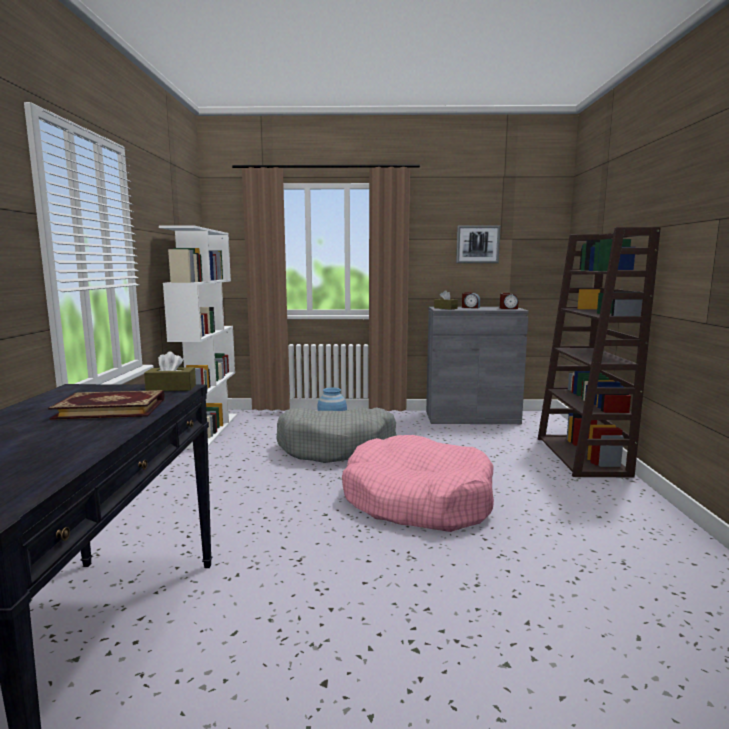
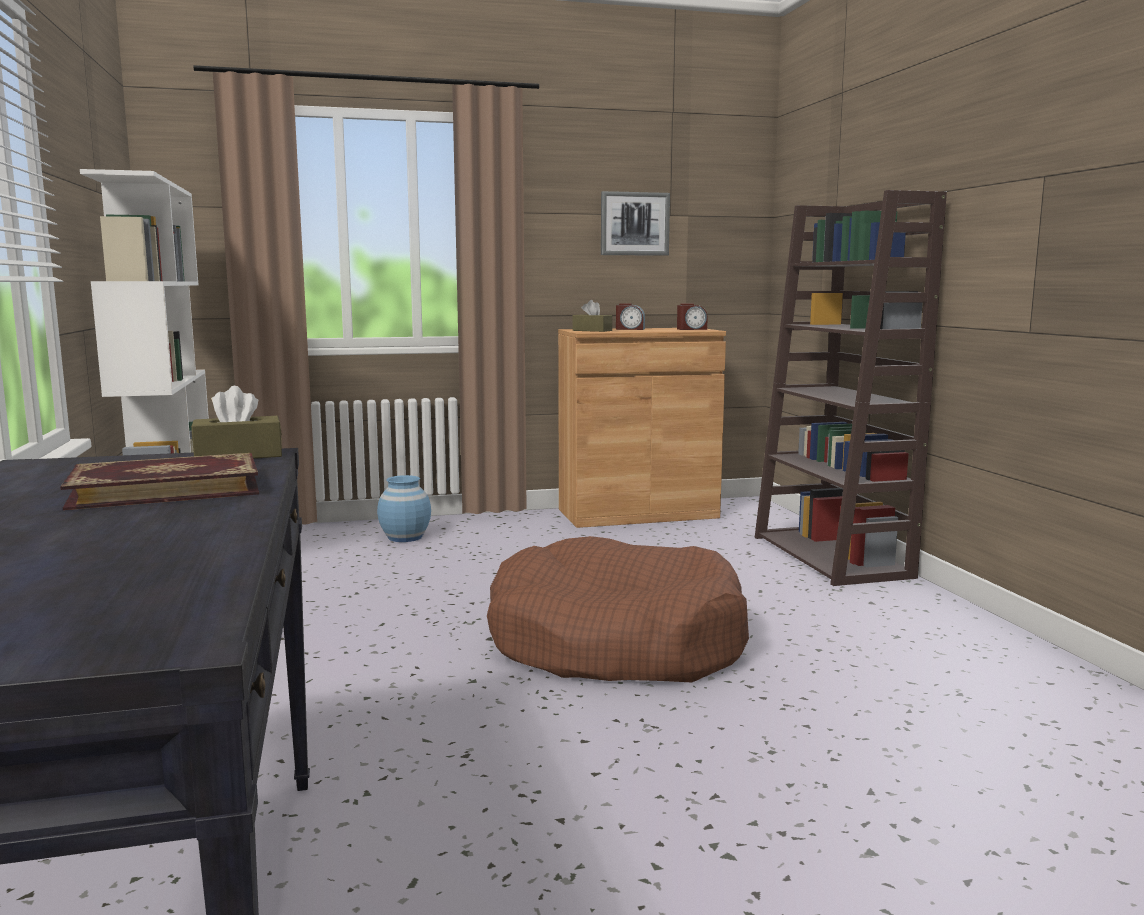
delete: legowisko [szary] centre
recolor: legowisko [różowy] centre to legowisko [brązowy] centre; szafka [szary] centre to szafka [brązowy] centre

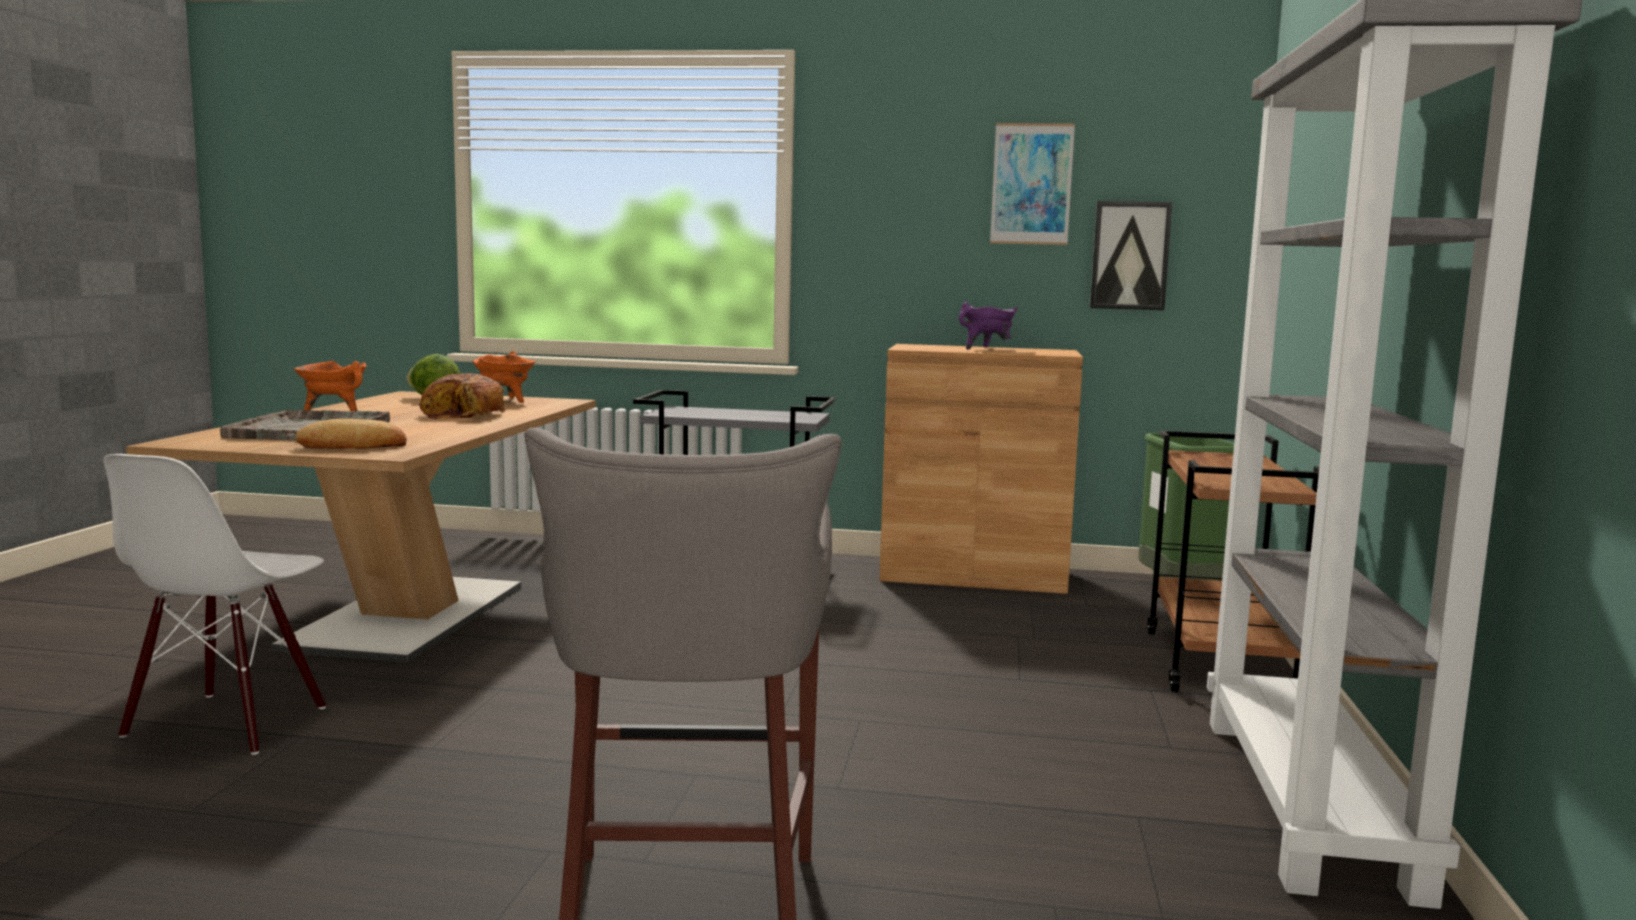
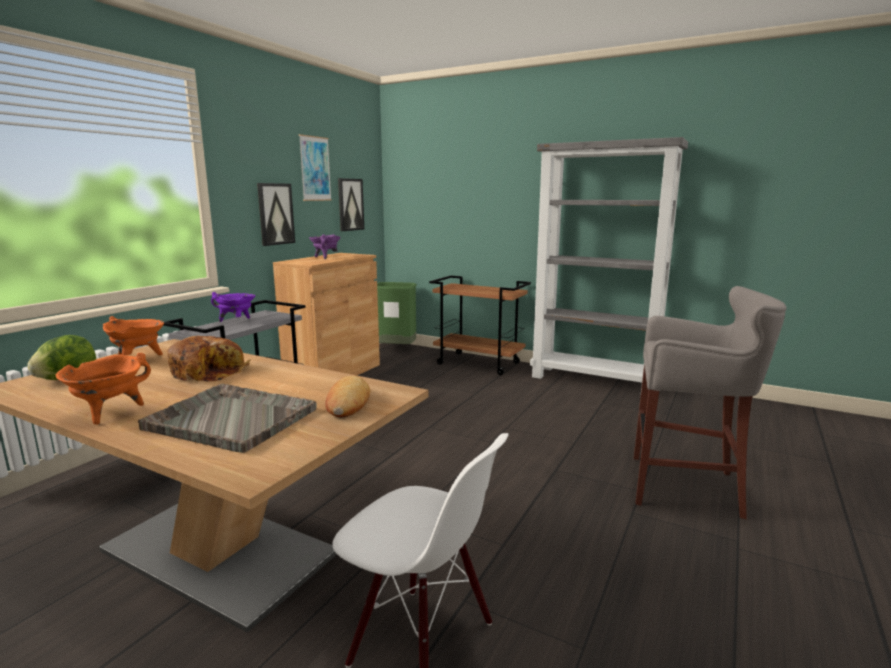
insert: garnek [fioletowy] (1st from left) middle left; obraz (1st from left) top left

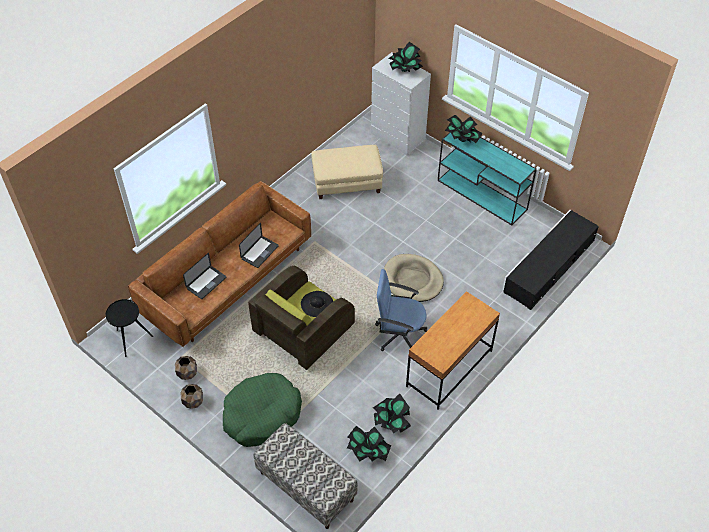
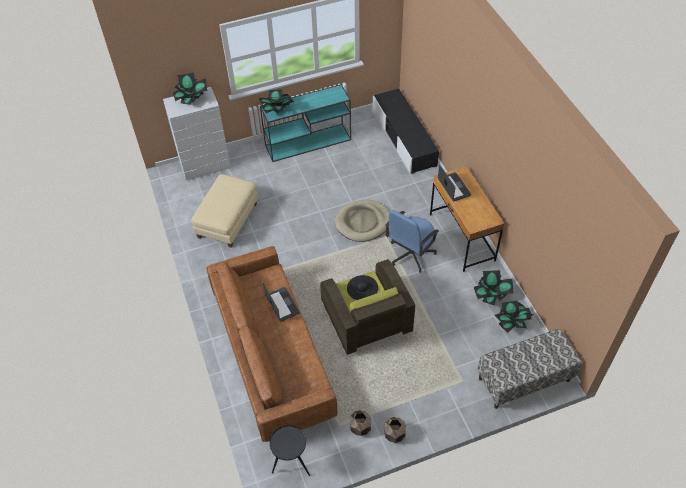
delete: legowisko [zielony] bottom centre
move: laptop (1st from left in the first image) middle left to laptop (2nd from left) centre

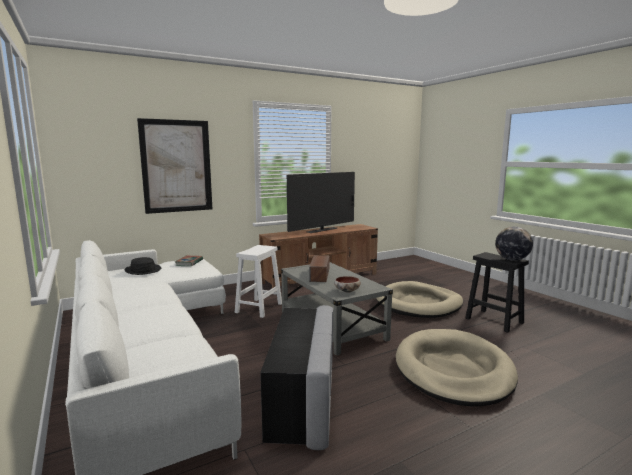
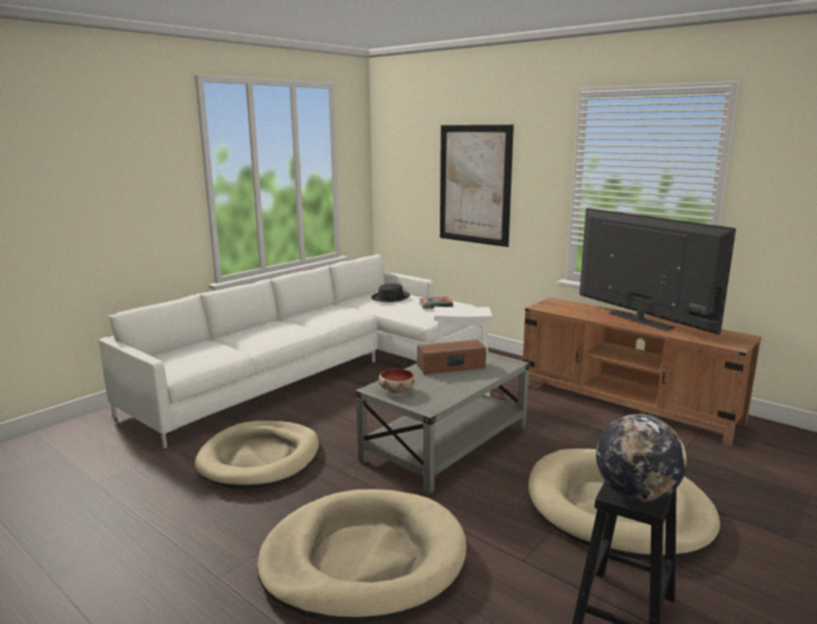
replace: pufa [szary] bottom centre to legowisko [beżowy] (1st from left) bottom left
rotate: telewizor centre = middle right 150 degrees counterclockwise

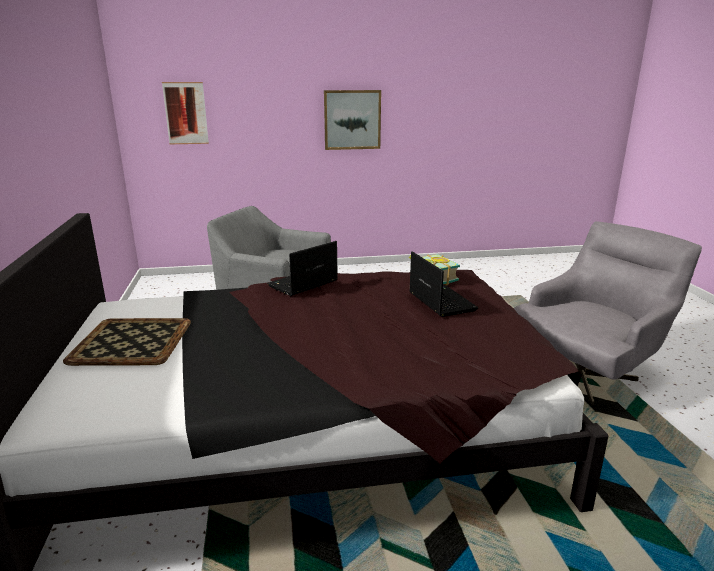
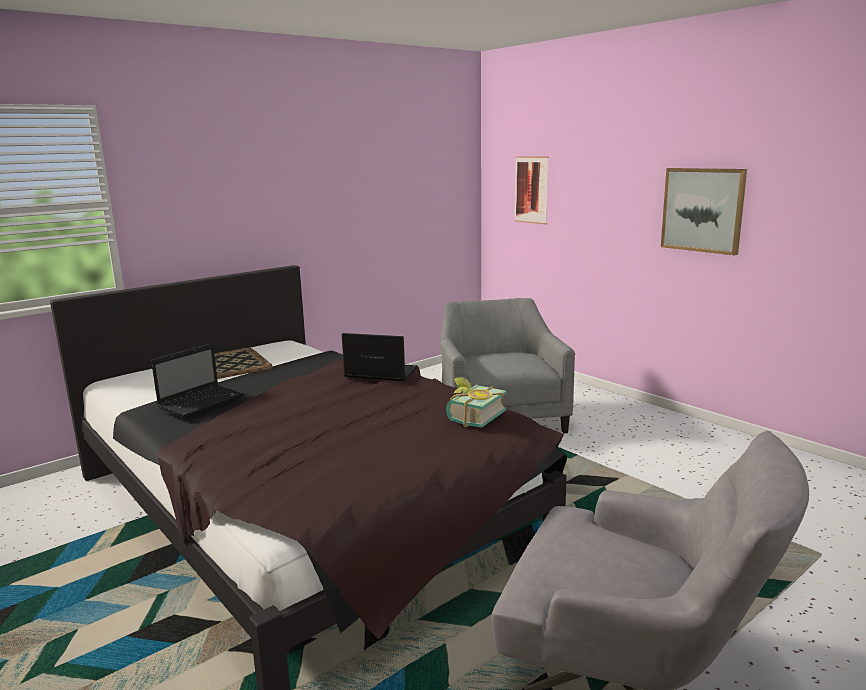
move: laptop (2nd from left in the first image) centre to laptop (1st from left) middle left

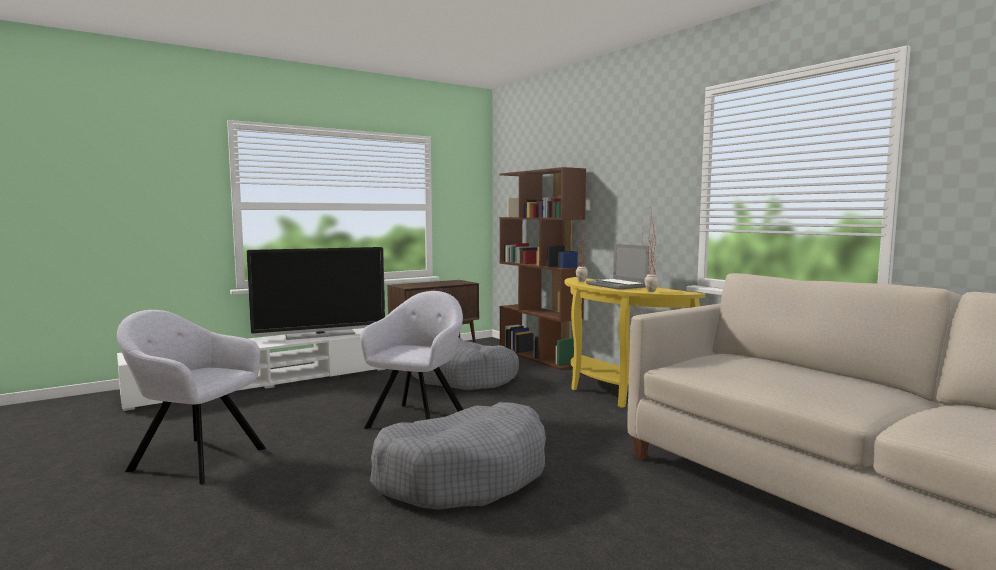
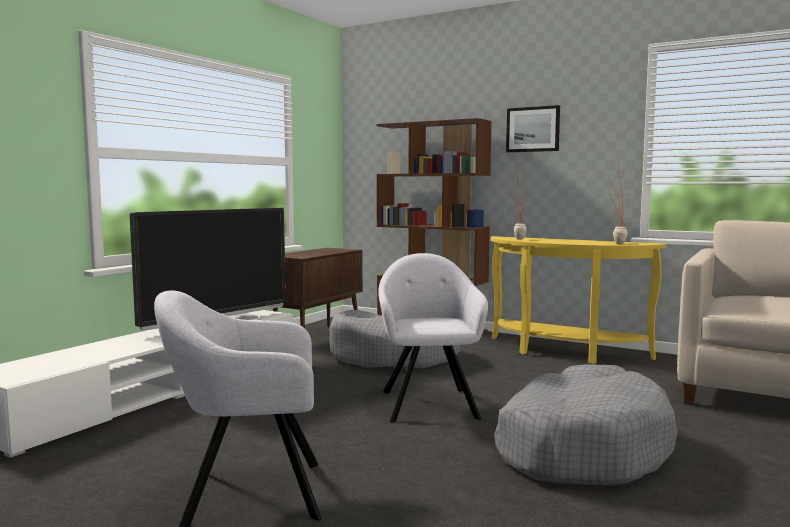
delete: laptop centre
insert: obraz top right

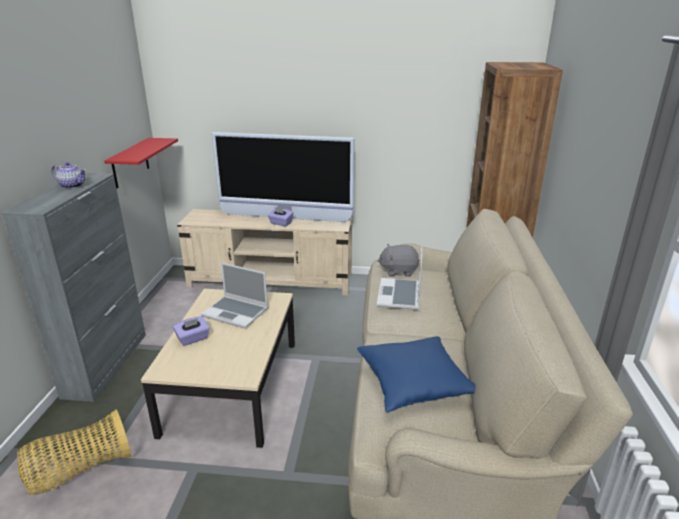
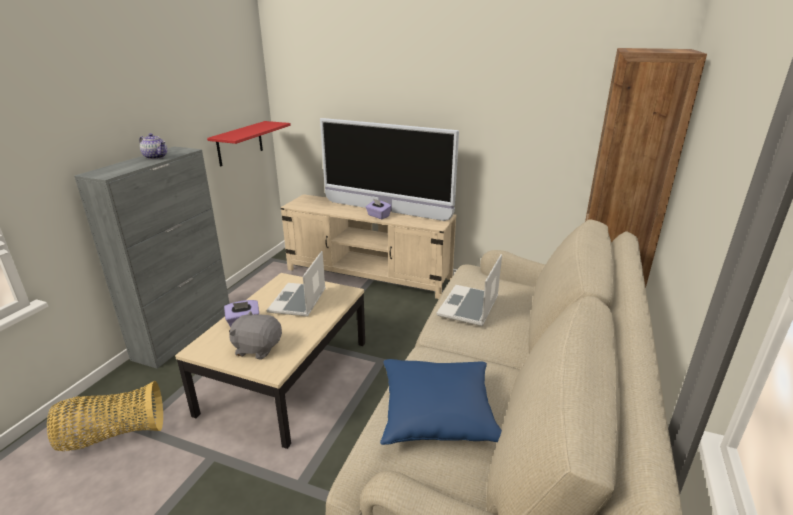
move: pluszak [szary] centre to middle left
rotate: laptop (1st from left) centre = centre 60 degrees clockwise

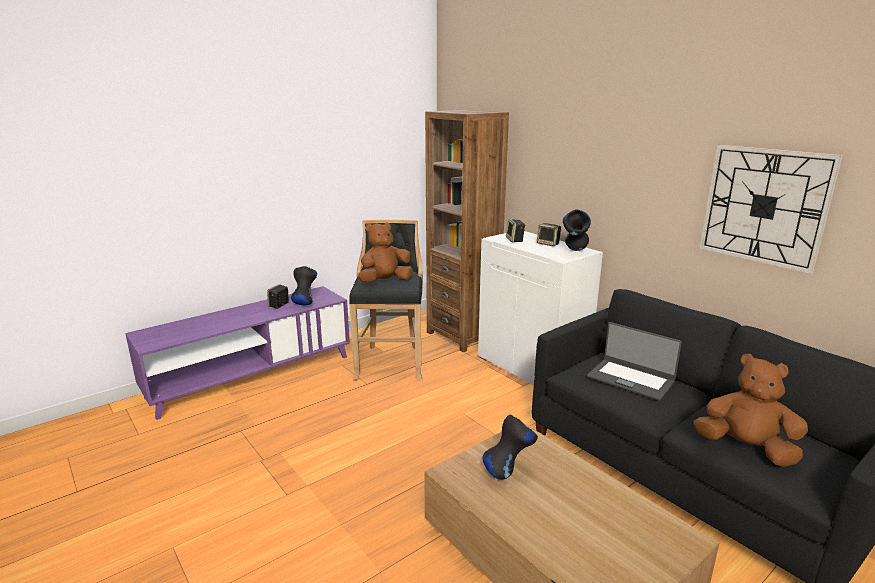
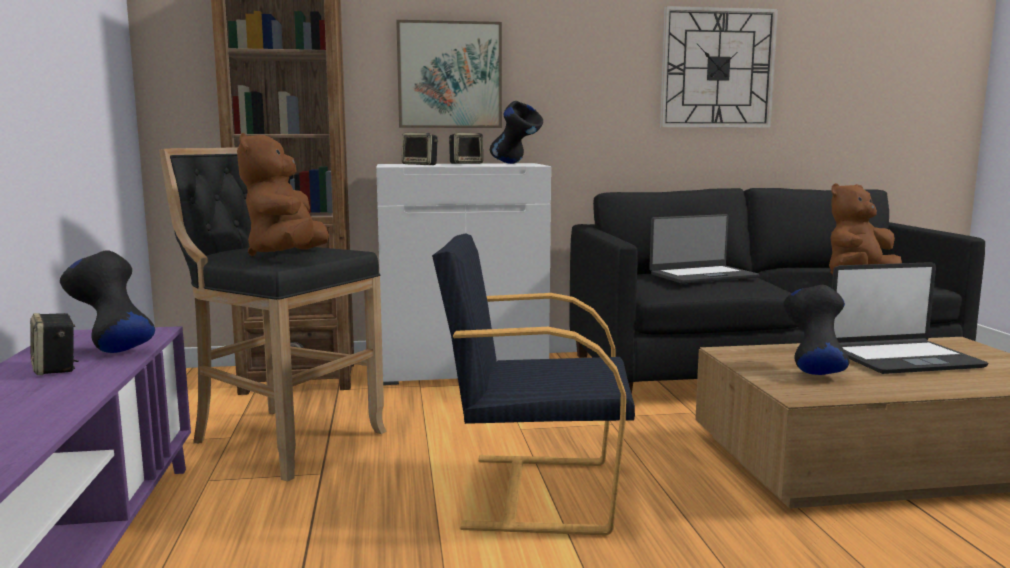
insert: obraz top centre; fotel [czarny] bottom centre; laptop (2nd from left) middle right

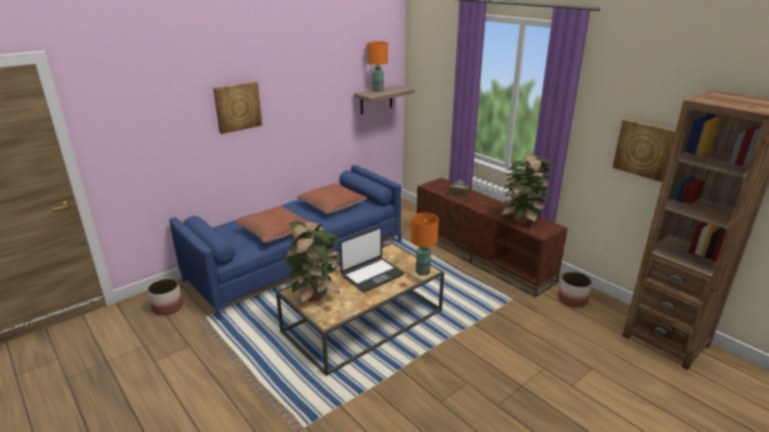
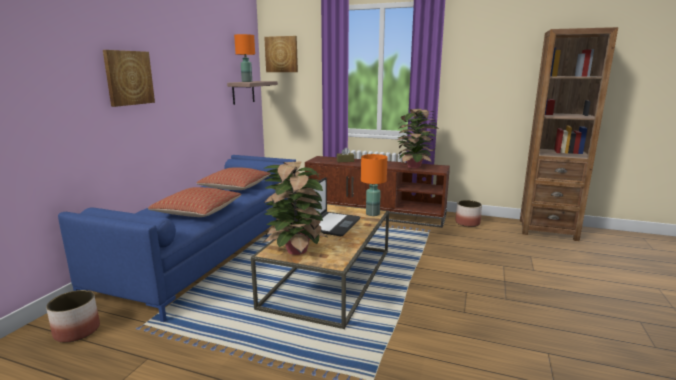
move: obraz (2nd from left) middle right to top centre

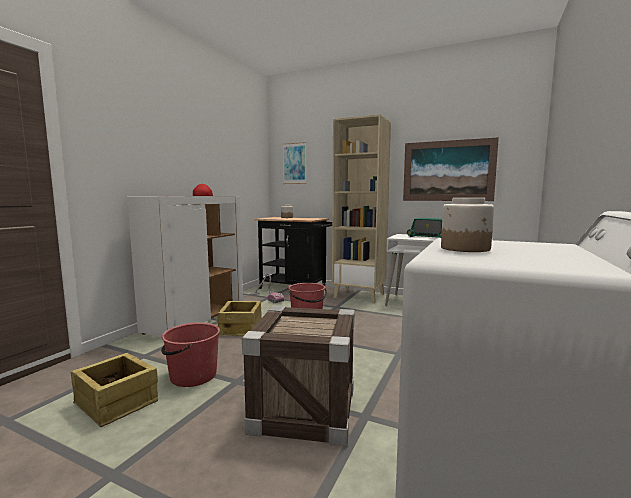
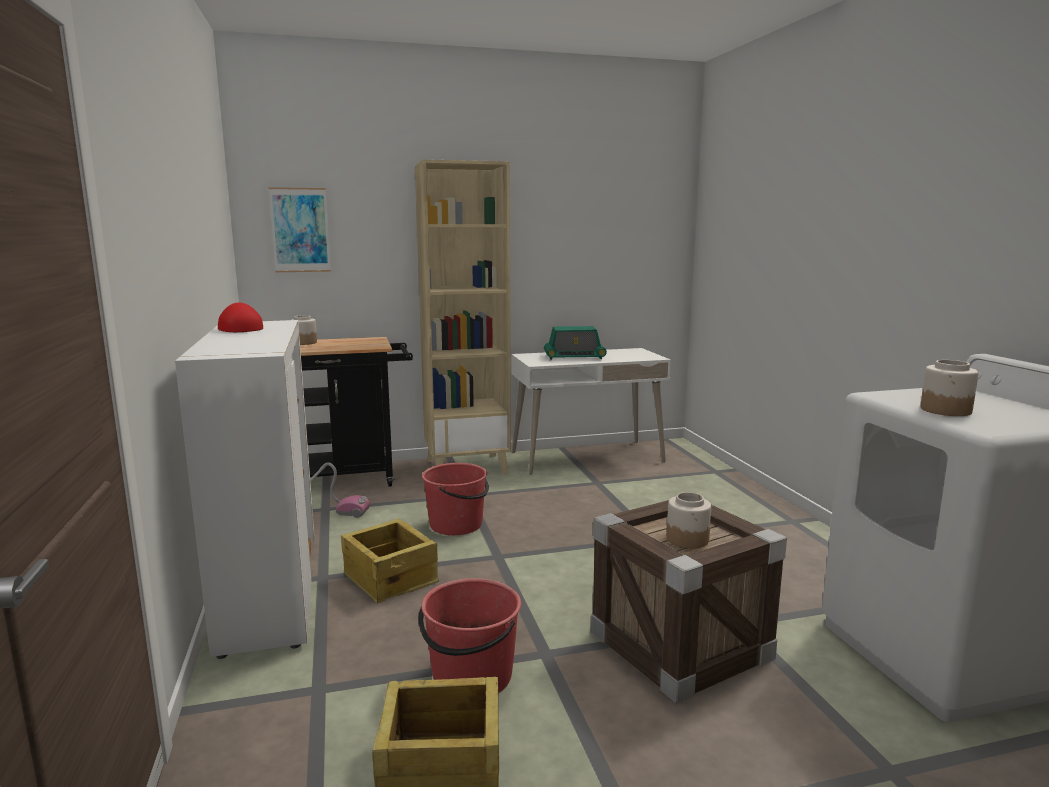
delete: obraz (2nd from left) middle right
insert: słoik (2nd from left) centre

